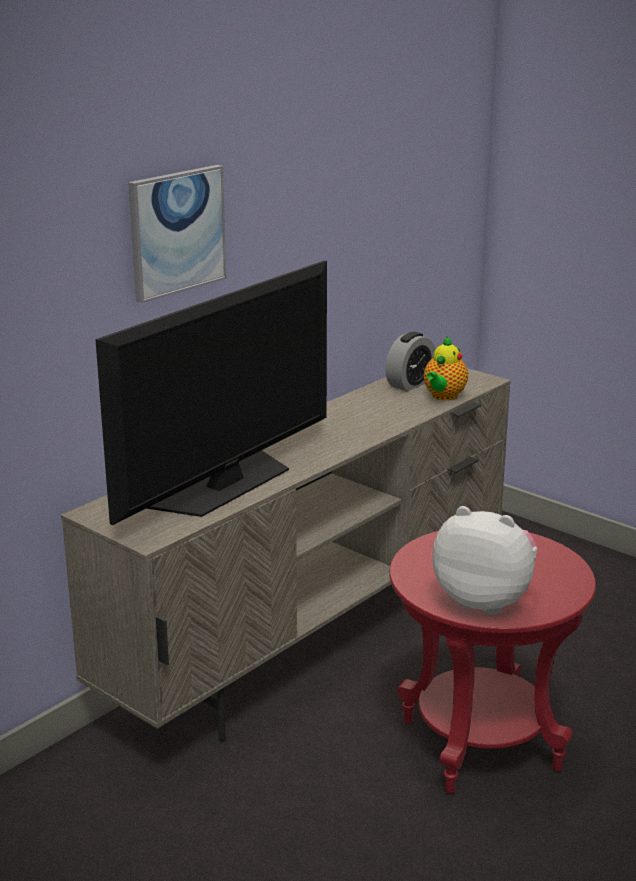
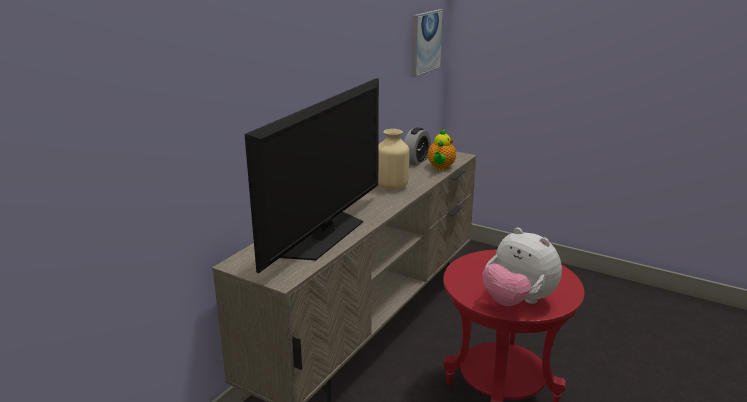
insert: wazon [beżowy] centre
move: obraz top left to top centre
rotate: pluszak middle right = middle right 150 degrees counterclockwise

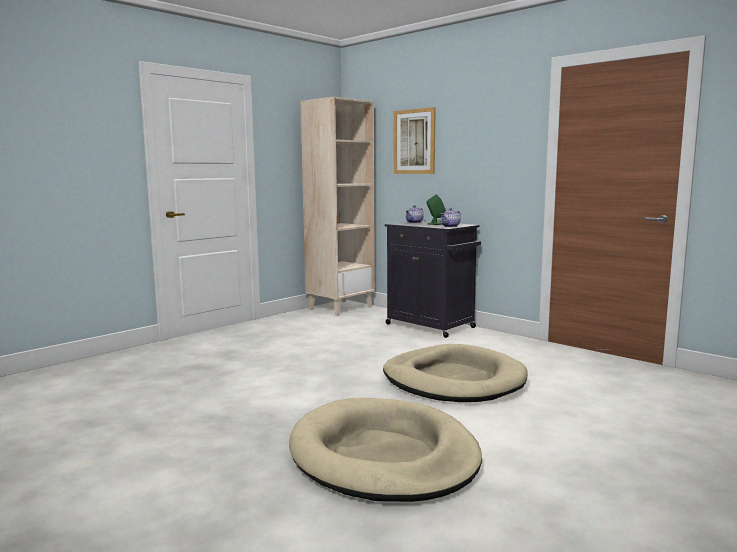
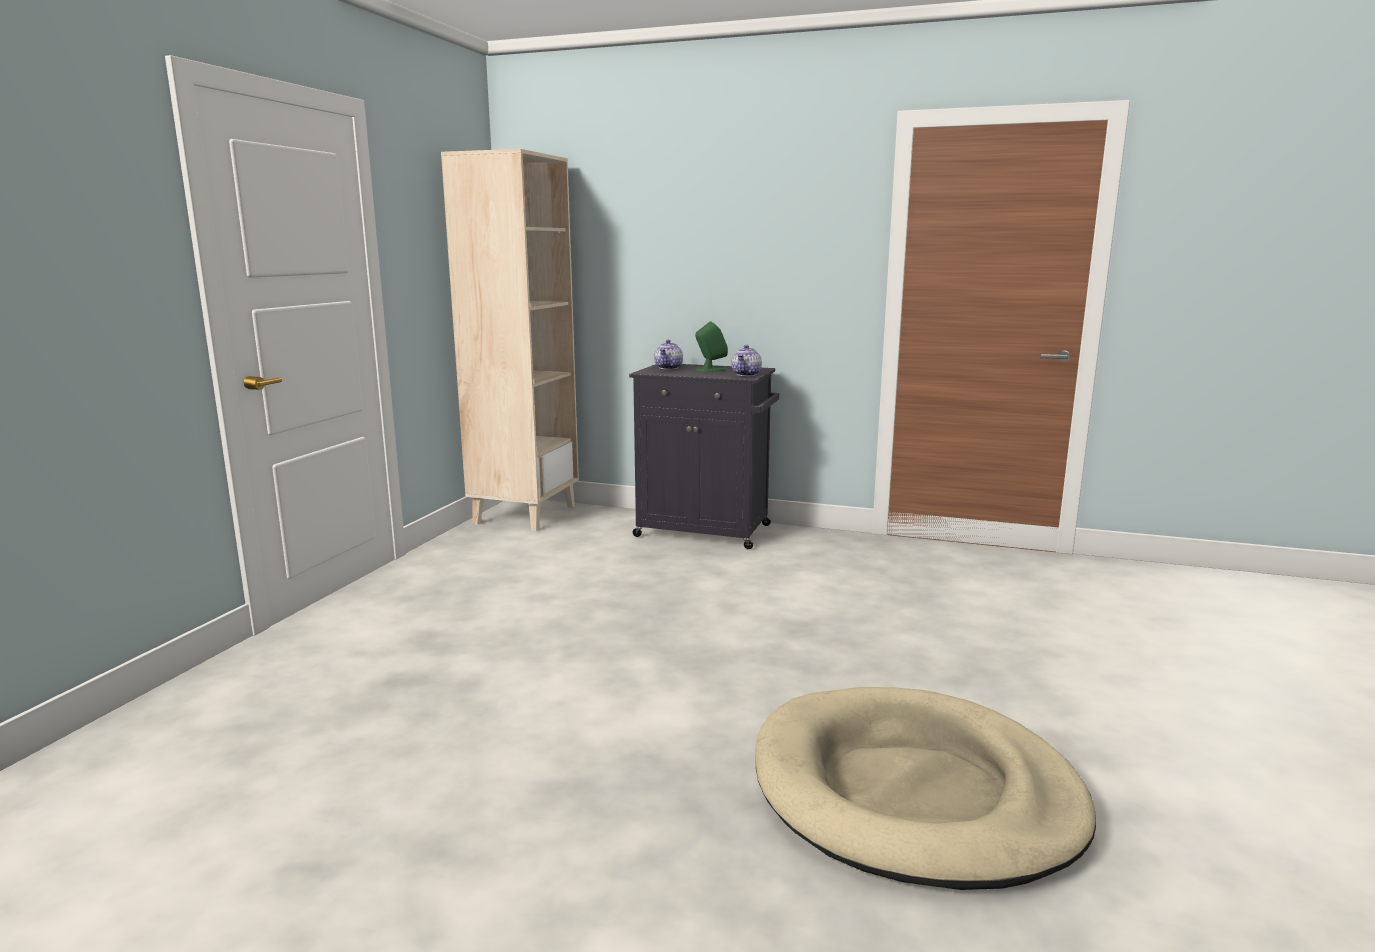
delete: legowisko [beżowy] (2nd from left) bottom centre; obraz top centre

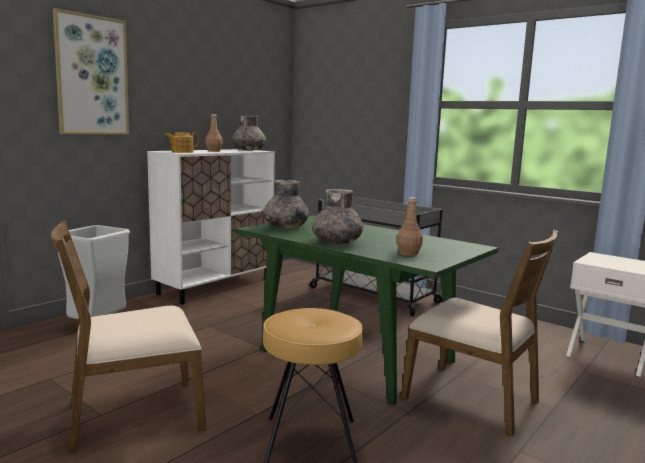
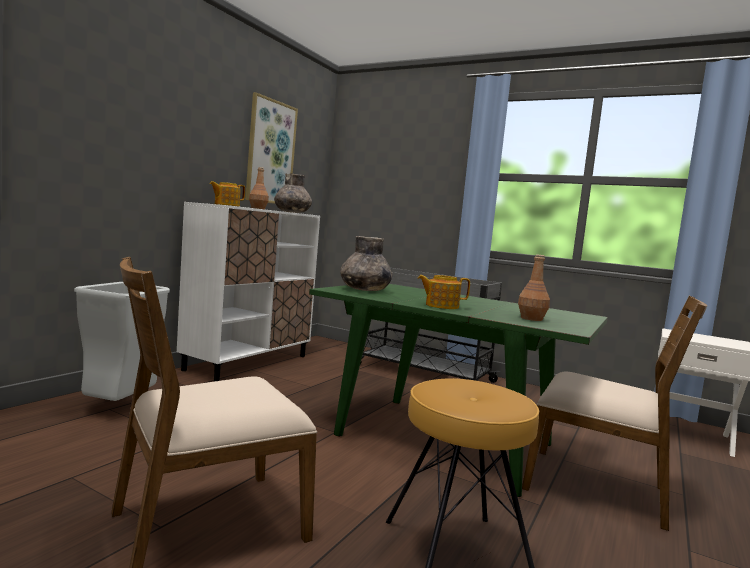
move: obraz top left to top centre
replace: wazon [szary] (3rd from left) centre to imbryk (2nd from left) centre

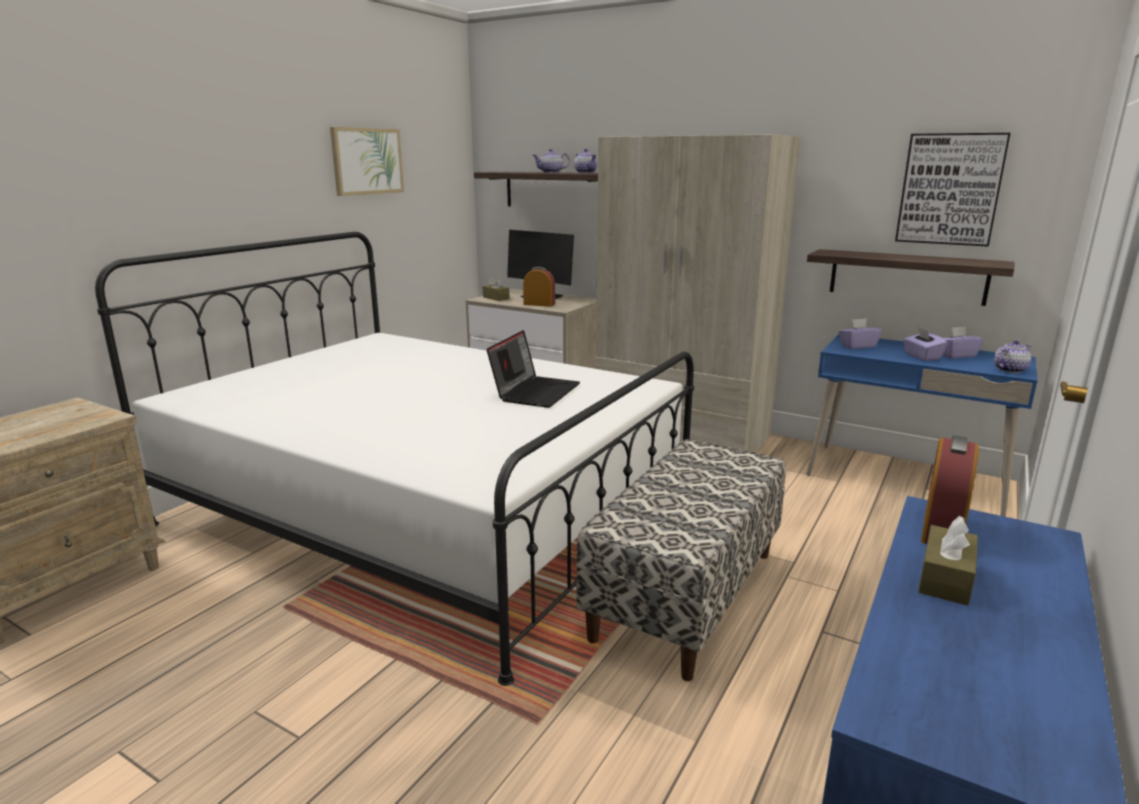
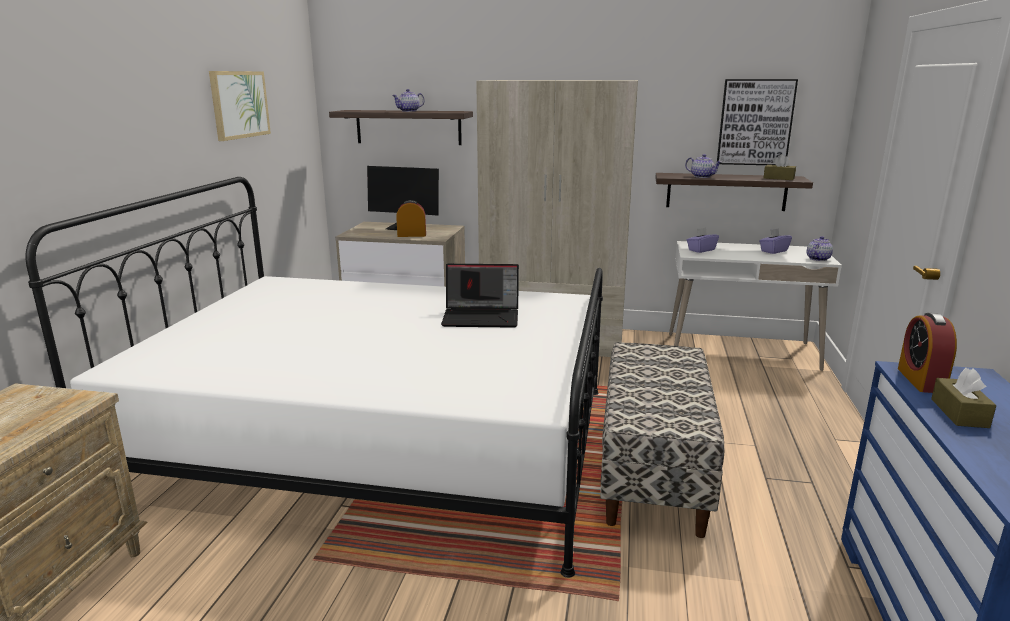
delete: pudełko chusteczek [fioletowy] (2nd from left) middle right
move: imbryk (2nd from left) top centre to top right; pudełko chusteczek [brązowy] (1st from left) centre to top right
recolor: biurko [niebieski] middle right to biurko [biały] middle right
rotate: laptop centre = centre 90 degrees clockwise

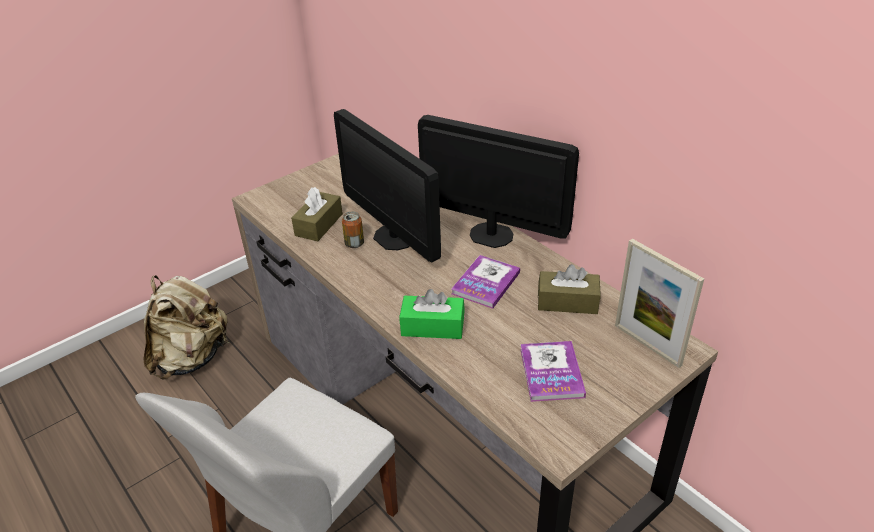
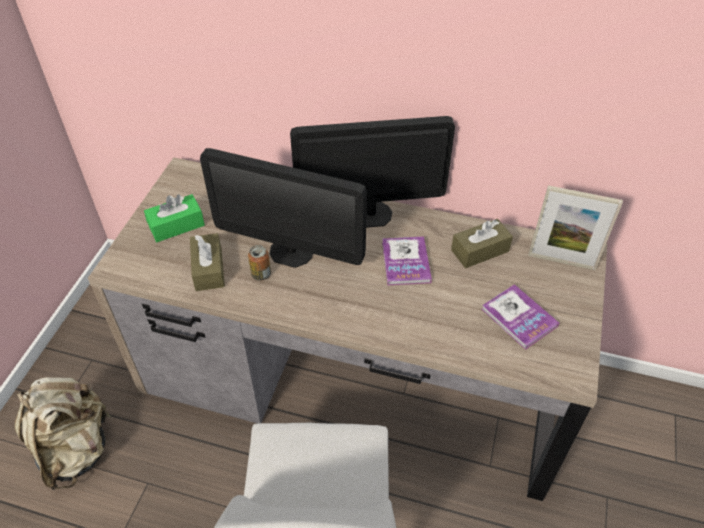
move: pudełko chusteczek [zielony] centre to middle left

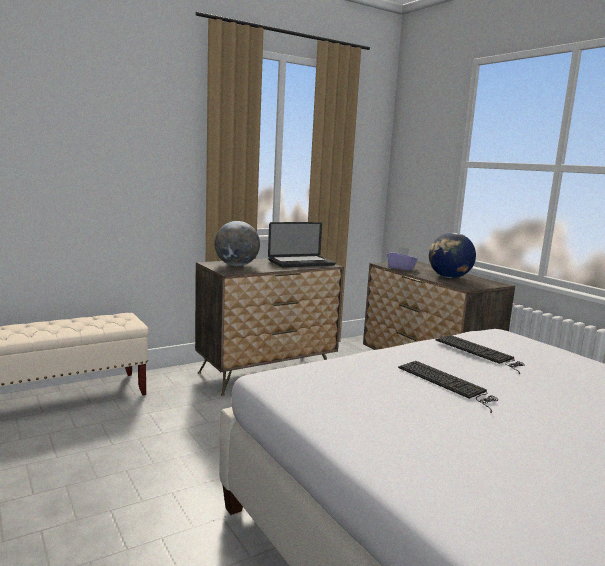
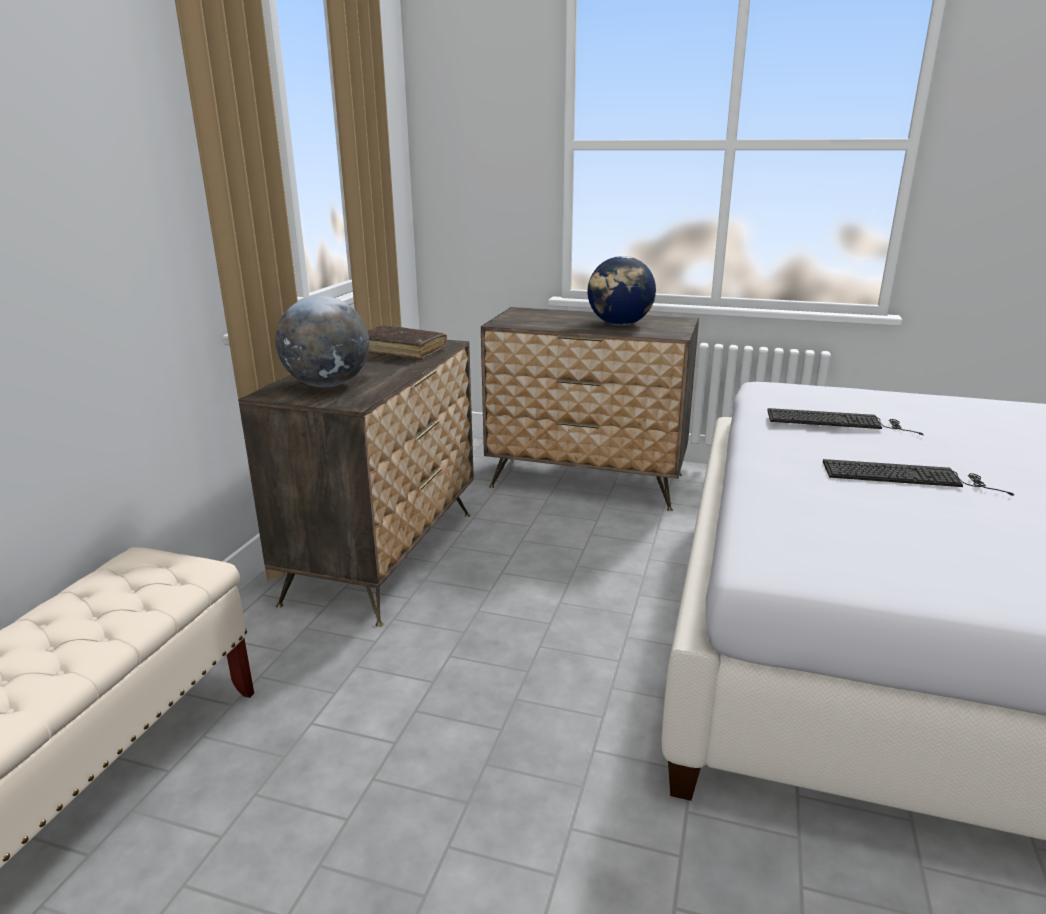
delete: pudełko chusteczek [fioletowy] centre
replace: laptop centre to książka [brązowy] centre

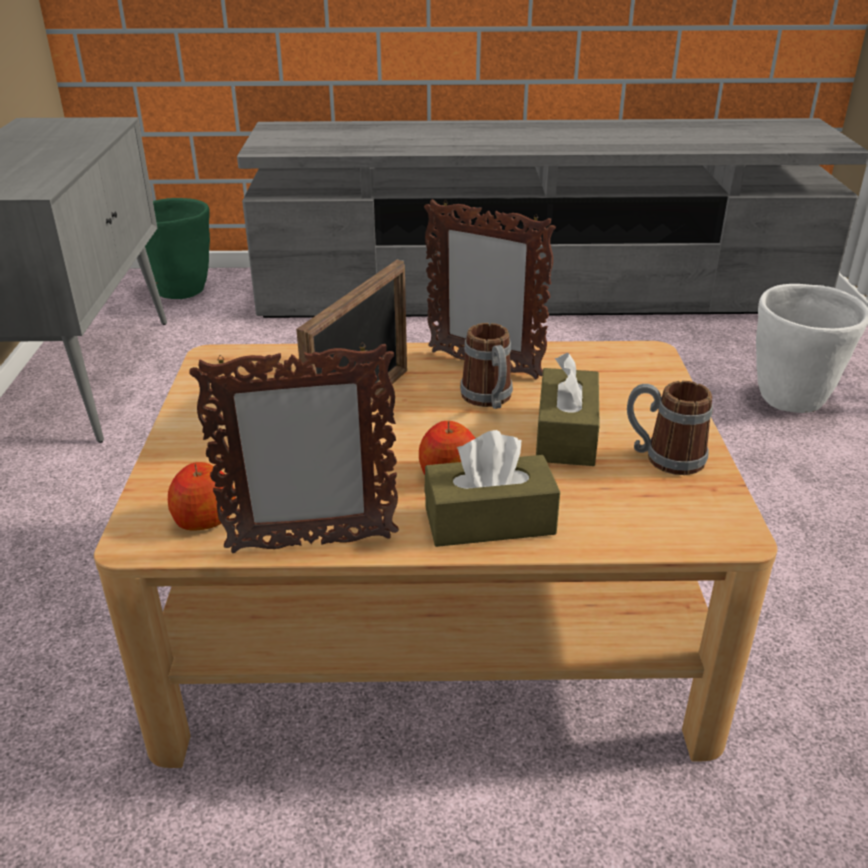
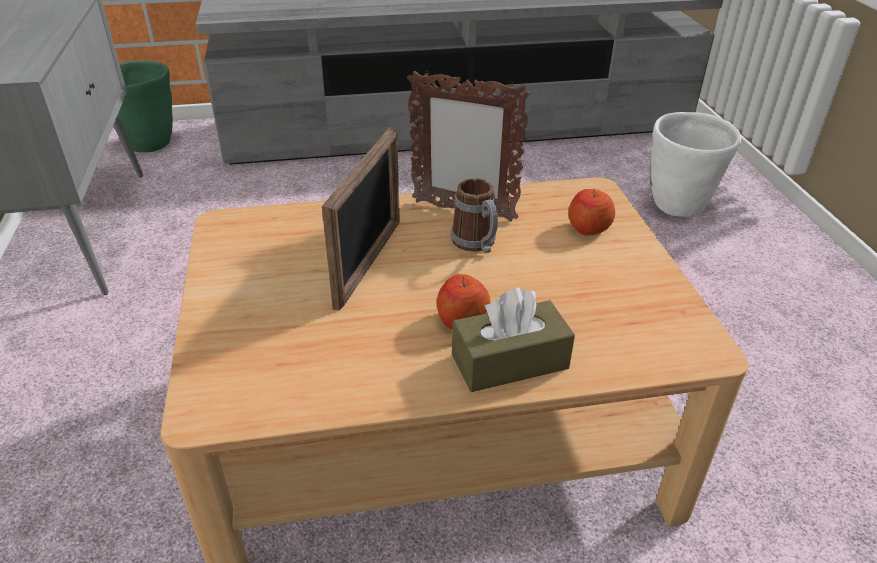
delete: ramka na zdjęcie (1st from left) centre; pudełko chusteczek [brązowy] (2nd from left) centre; kubek (2nd from left) middle right
move: jabłko (1st from left in the first image) middle left to jabłko (2nd from left) middle right

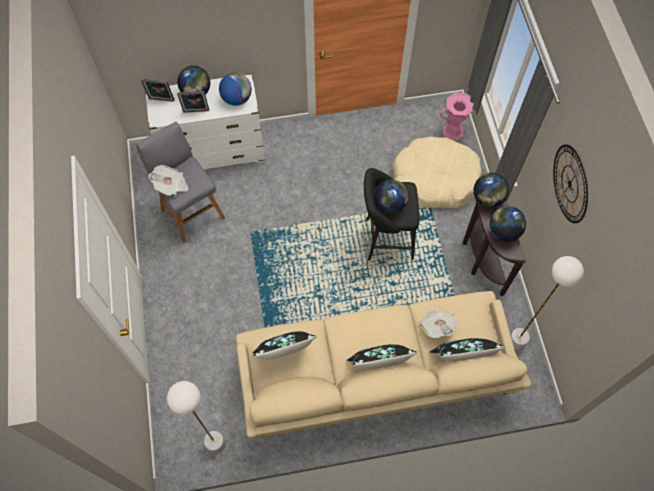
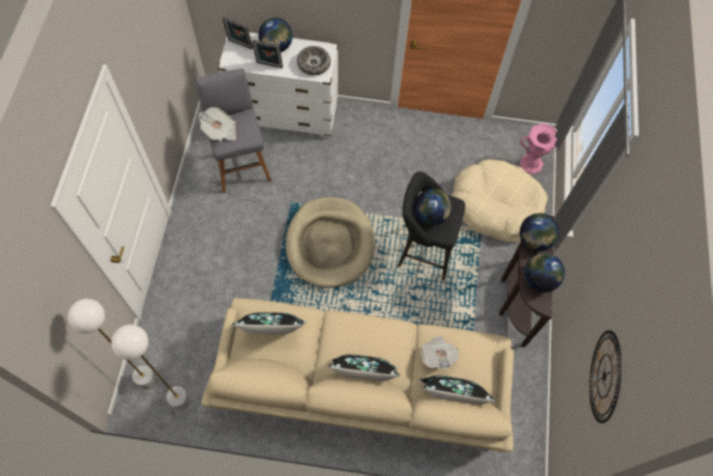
insert: legowisko [beżowy] (1st from left) centre
move: lampa stojąca [biały] (2nd from left in the first image) middle right to lampa stojąca [biały] (1st from left) bottom left; zegar ścienny middle right to bottom right
replace: globus (2nd from left) top centre to miska top centre

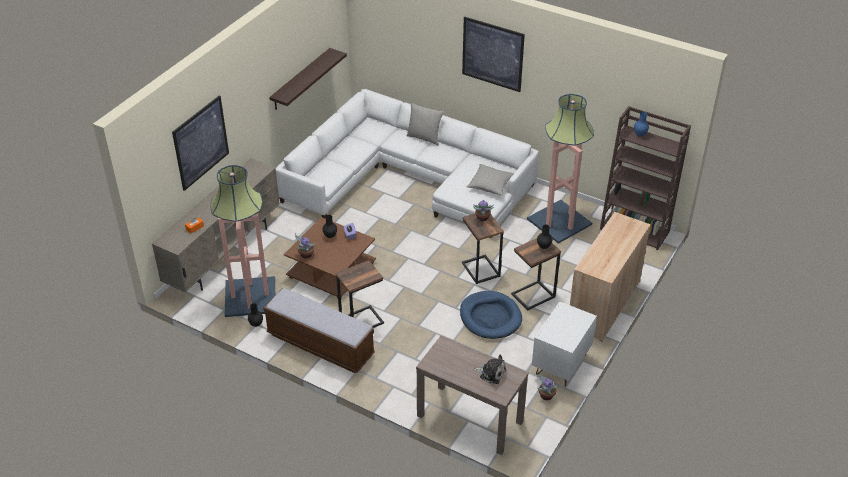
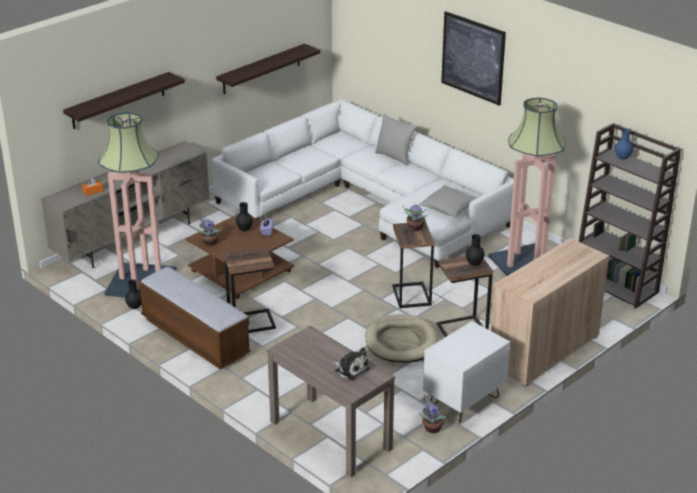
replace: obraz (1st from left) top left to półka (1st from left) top left
recolor: legowisko [niebieski] centre to legowisko [beżowy] bottom centre

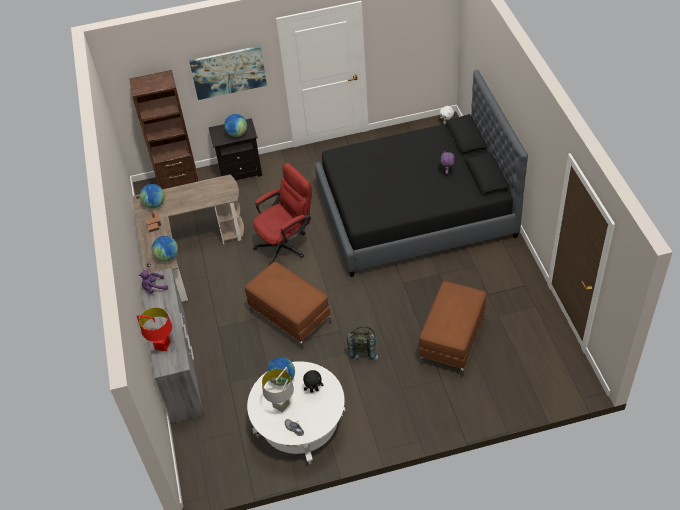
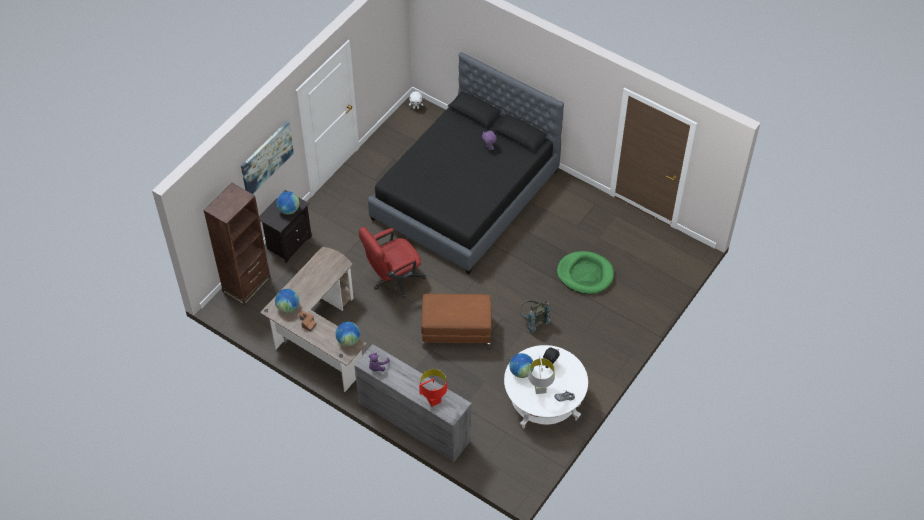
replace: pufa [brązowy] (2nd from left) centre to legowisko [zielony] centre
rotate: krzesło biurowe [czerwony] centre = centre 135 degrees counterclockwise

